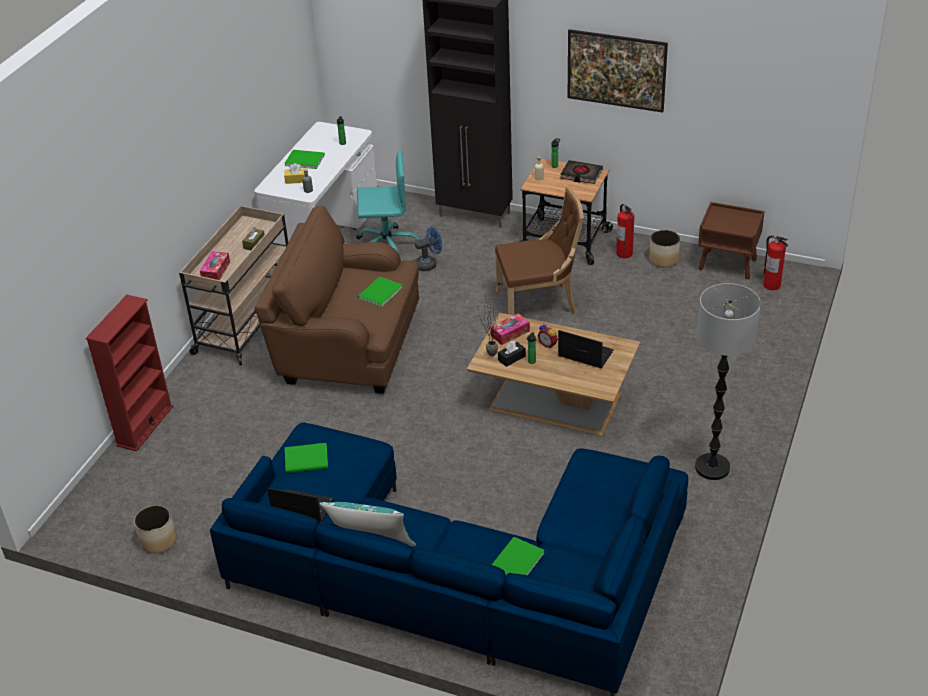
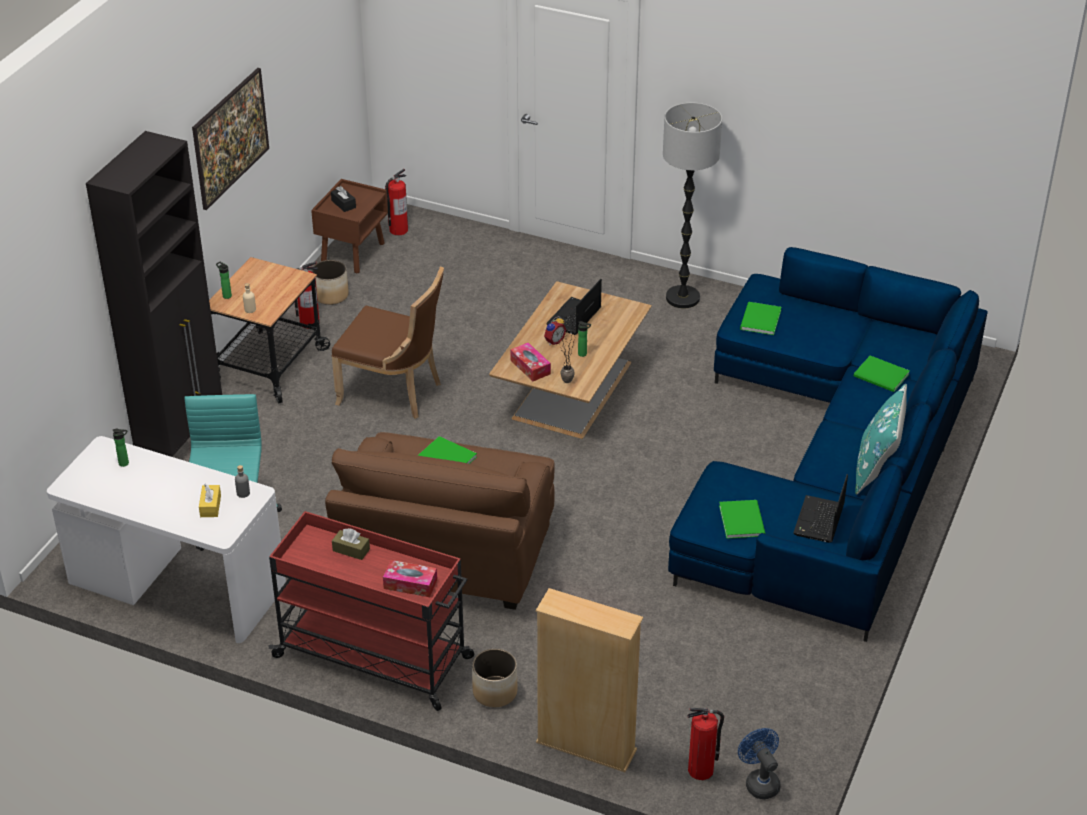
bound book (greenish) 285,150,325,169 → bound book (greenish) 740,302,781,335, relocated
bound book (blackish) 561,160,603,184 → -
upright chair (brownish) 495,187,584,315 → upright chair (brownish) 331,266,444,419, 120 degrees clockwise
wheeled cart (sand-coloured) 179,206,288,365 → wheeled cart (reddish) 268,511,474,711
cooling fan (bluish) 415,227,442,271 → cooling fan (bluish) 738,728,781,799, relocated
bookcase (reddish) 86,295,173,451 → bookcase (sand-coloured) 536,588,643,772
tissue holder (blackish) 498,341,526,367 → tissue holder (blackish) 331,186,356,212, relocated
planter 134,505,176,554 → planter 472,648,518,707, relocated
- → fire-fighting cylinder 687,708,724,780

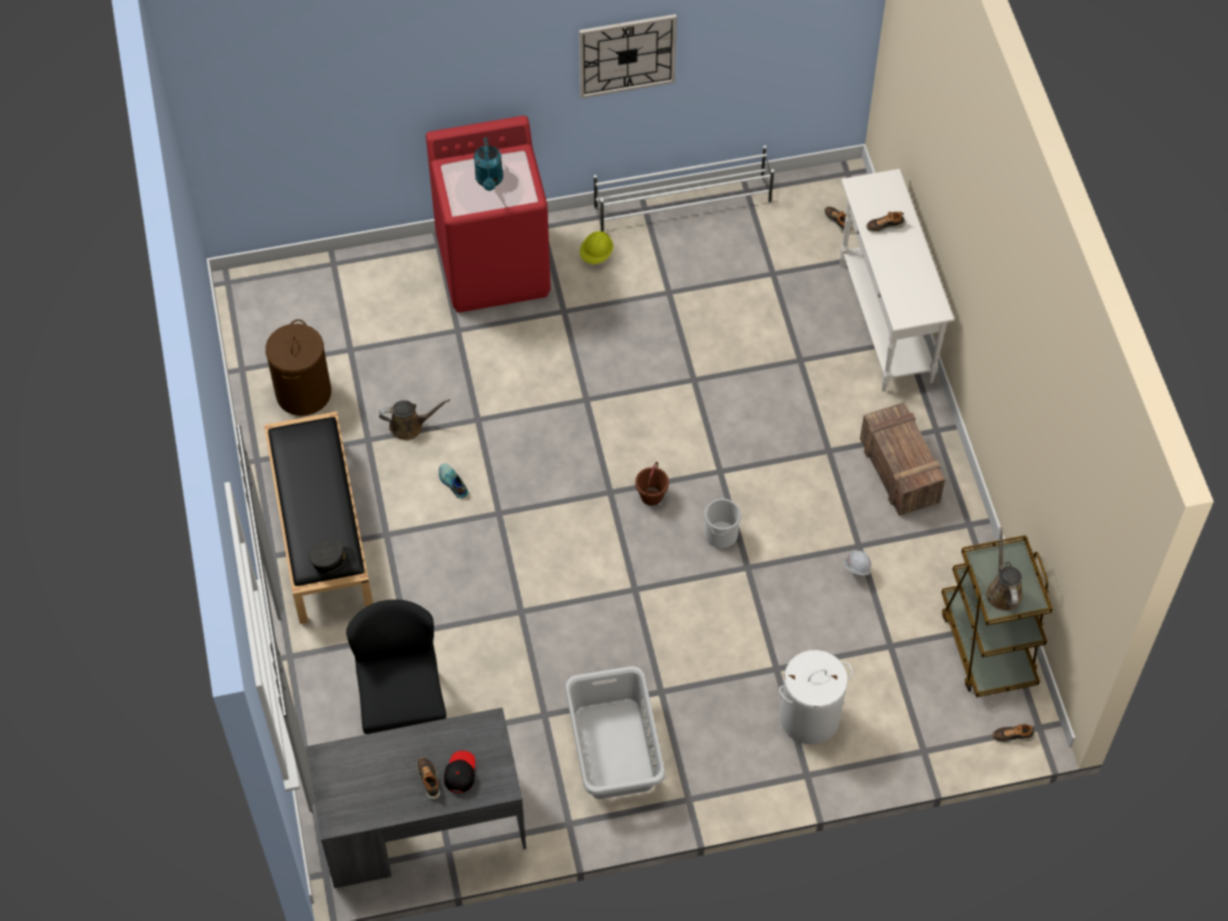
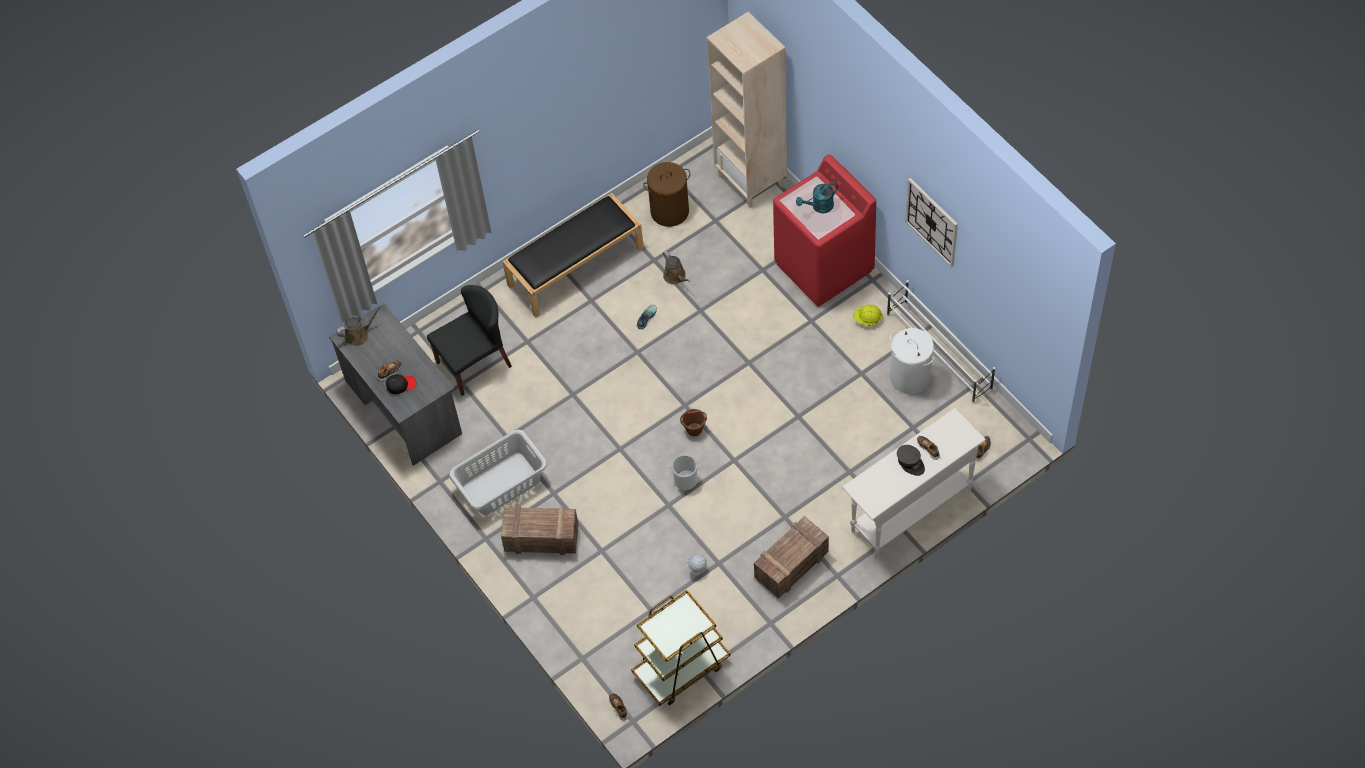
watering can (brownish) 986,527,1023,611 → watering can (brownish) 336,304,382,346, relocated
peaked cap (greyish) 308,539,356,573 → peaked cap (greyish) 897,445,925,476, relocated
hamper (white-coloured) 779,650,853,744 → hamper (white-coloured) 890,328,934,394, relocated
- → bookcase (sand-coloured) 707,12,787,208
- → packing crate 501,506,578,555

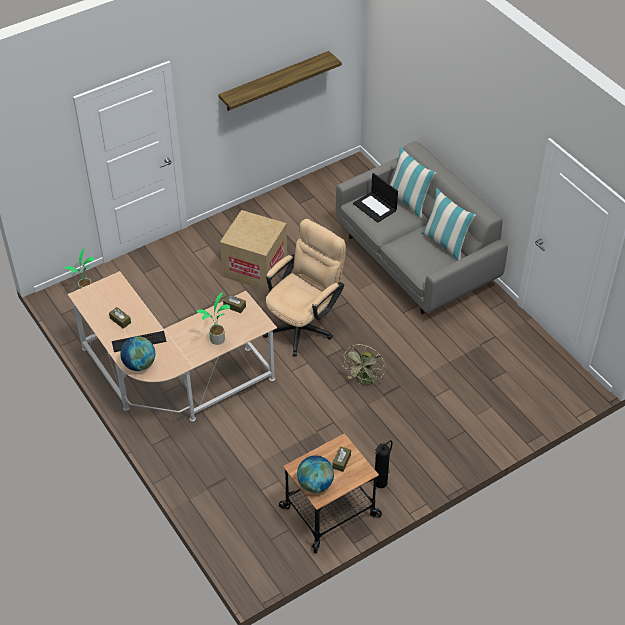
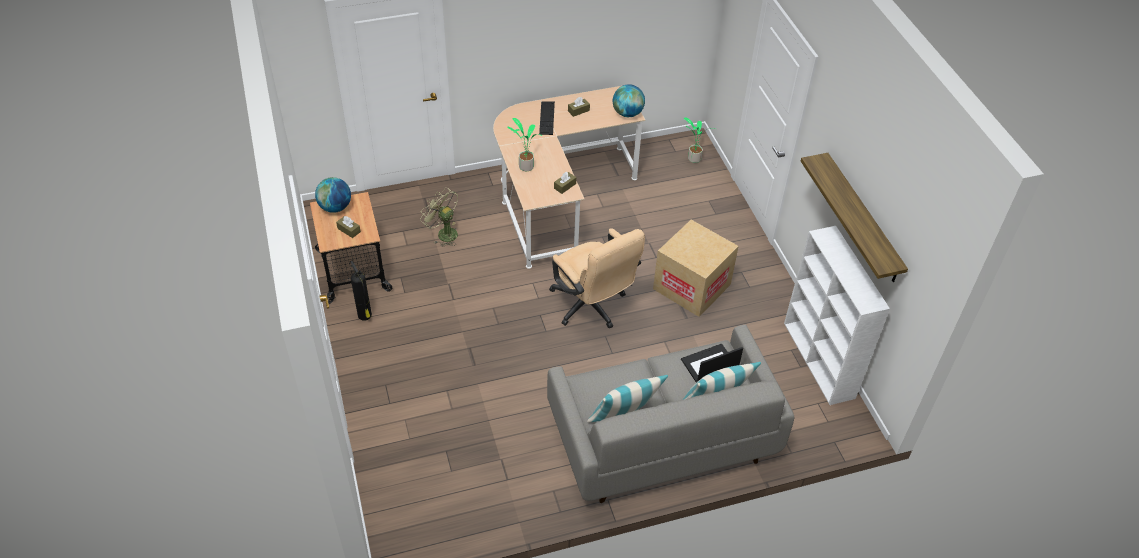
desk globe 120,336,155,371 → desk globe 613,84,645,117, relocated
cooling fan (greenish) 343,344,386,385 → cooling fan (greenish) 420,188,458,247, relocated
- → bookcase (white-coloured) 784,226,890,405

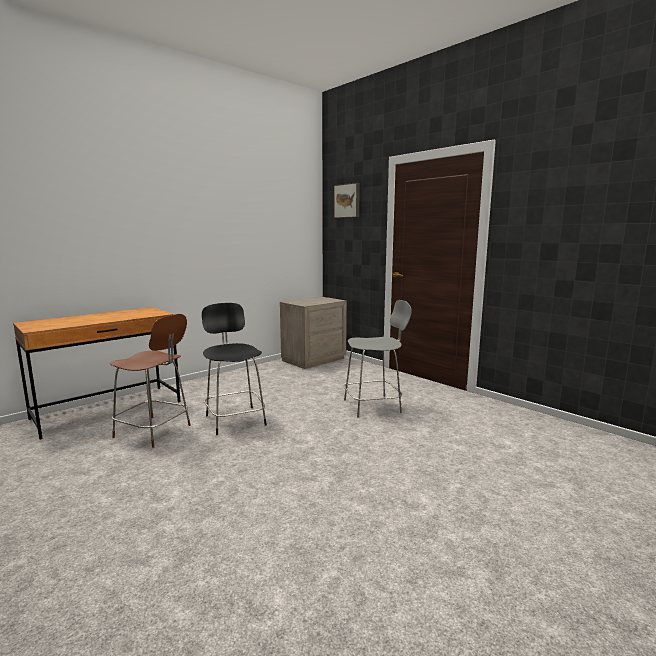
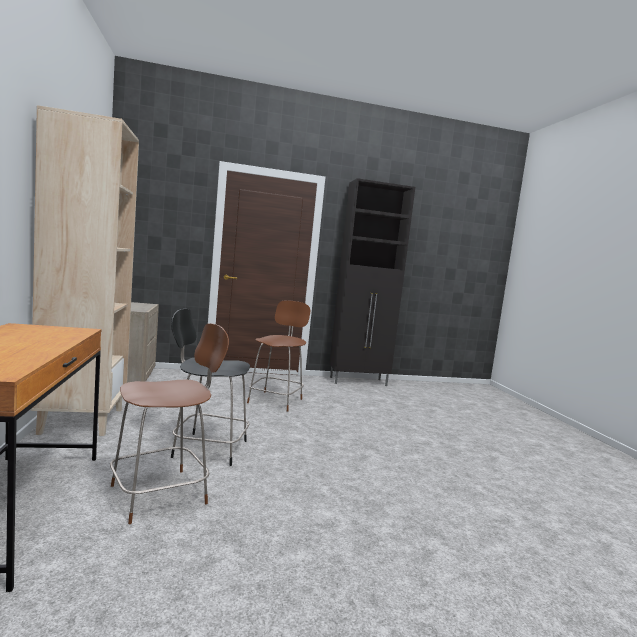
picture 334,183,360,218 → -
upright chair (greyish) 344,300,412,418 → upright chair (brownish) 247,300,310,411
- → bookcase (sand-coloured) 31,105,139,436
- → storage cabinet (blackish) 329,178,415,386

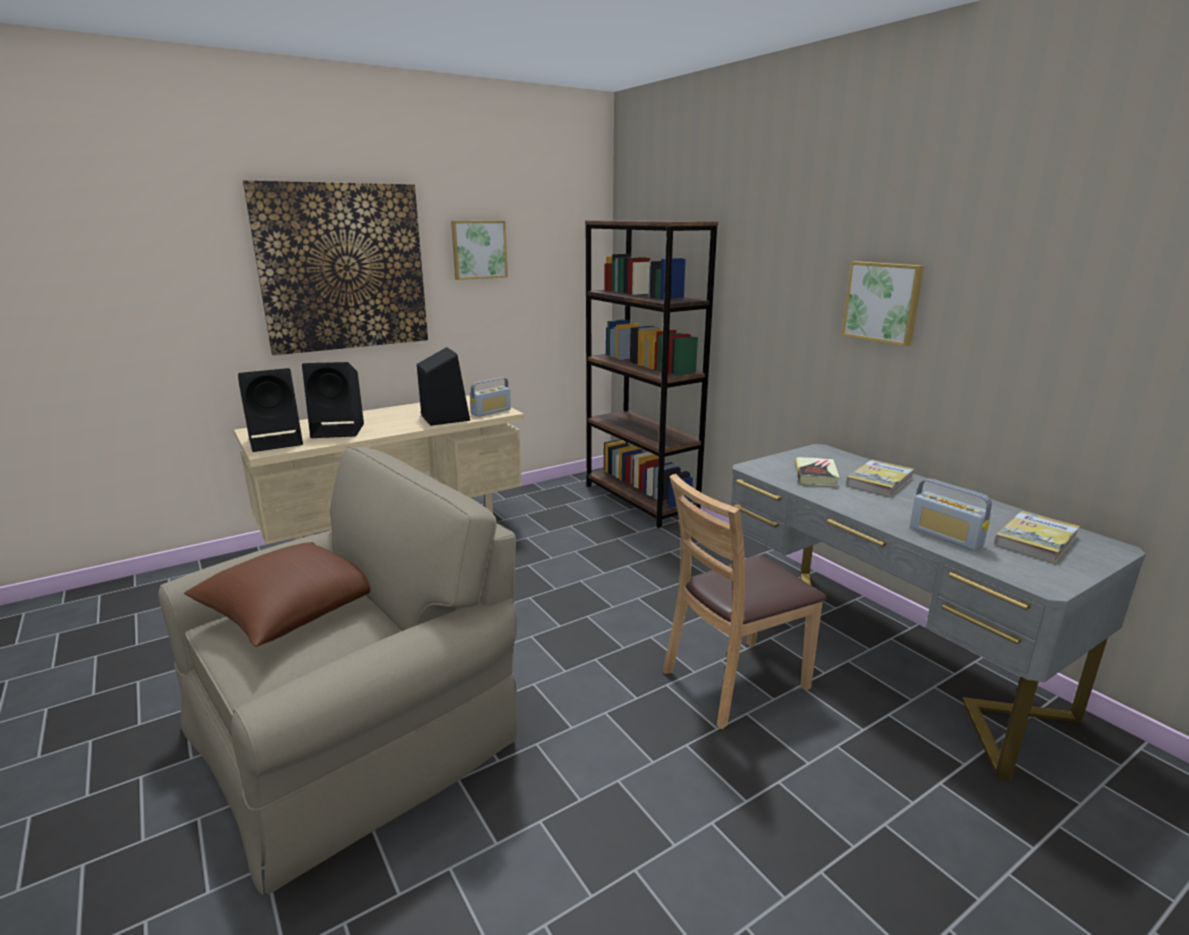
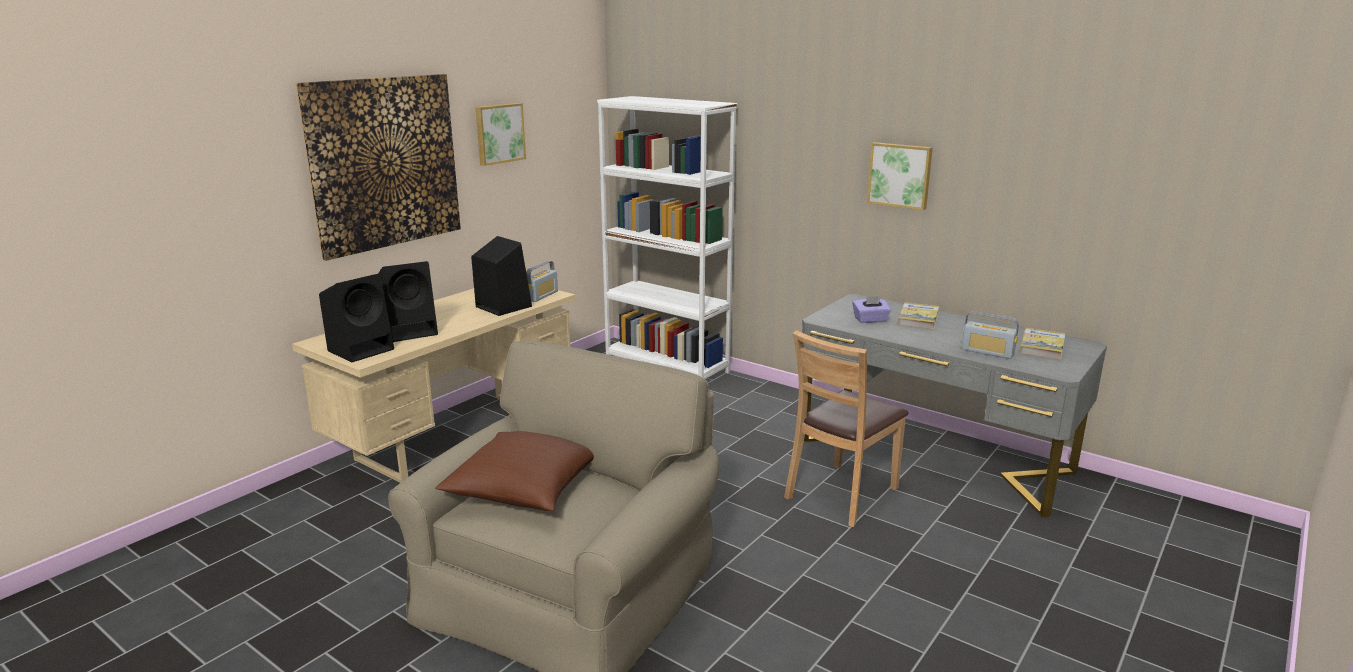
bookcase (brownish) 585,220,718,528 → bookcase (white-coloured) 597,96,737,379
bound book 795,457,840,486 → tissue holder (purplish) 853,296,891,323

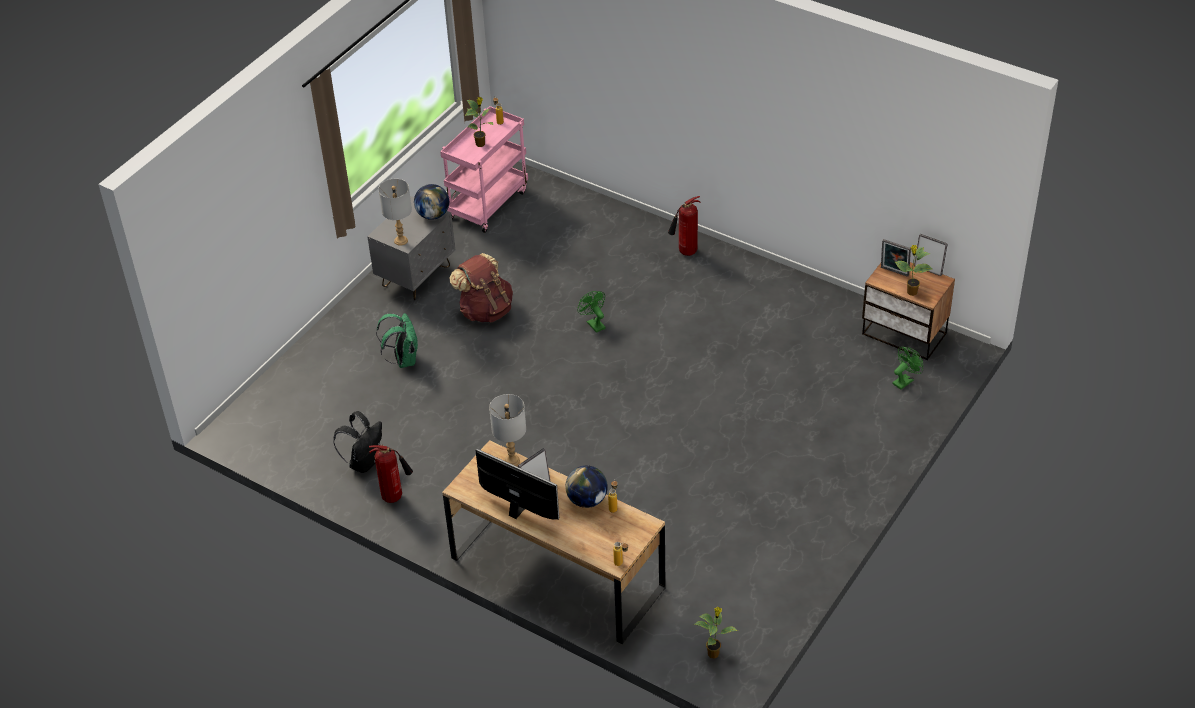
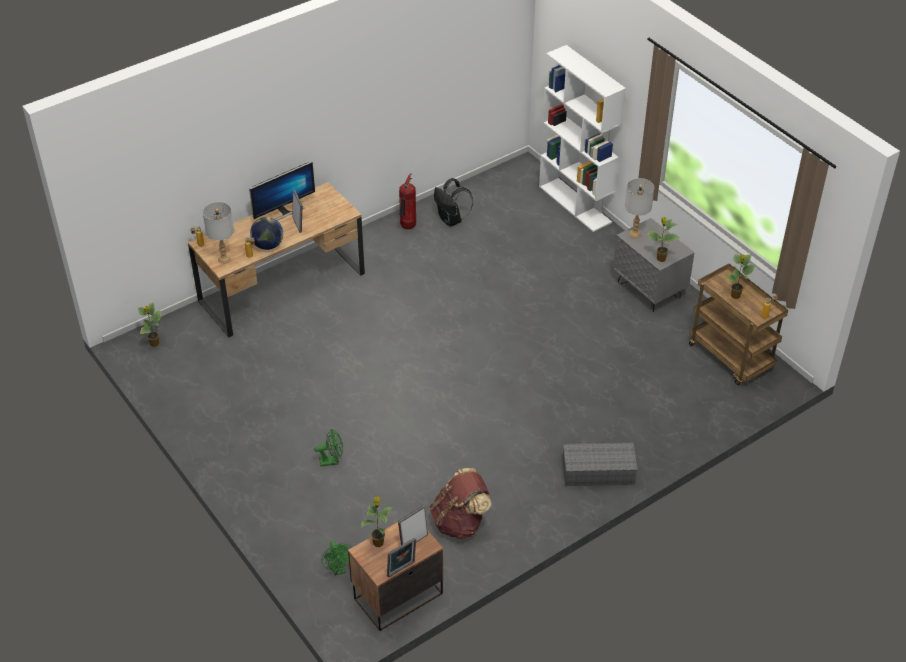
wheeled cart (pink-coloured) 440,106,528,233 → wheeled cart (brownish) 689,264,788,385
desk globe 414,184,449,220 → potted plant 646,217,680,262
fire-fighting cylinder 668,196,700,256 → storage container (greyish) 562,443,638,486
backpack (brownish) 450,253,513,322 → backpack (brownish) 429,468,491,539, relocated
cooling fan (greenish) 577,291,606,333 → cooling fan (greenish) 314,429,343,466, relocated
backpack (greenish) 376,313,418,368 → -
lamp for a table (greyish) 489,394,526,466 → lamp for a table (greyish) 203,202,234,264, relocated
- → bookcase (white-coloured) 539,45,626,232

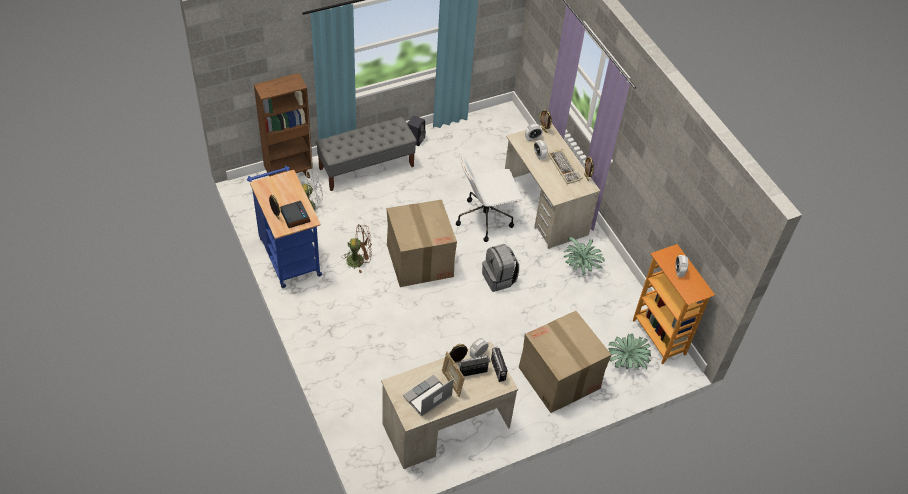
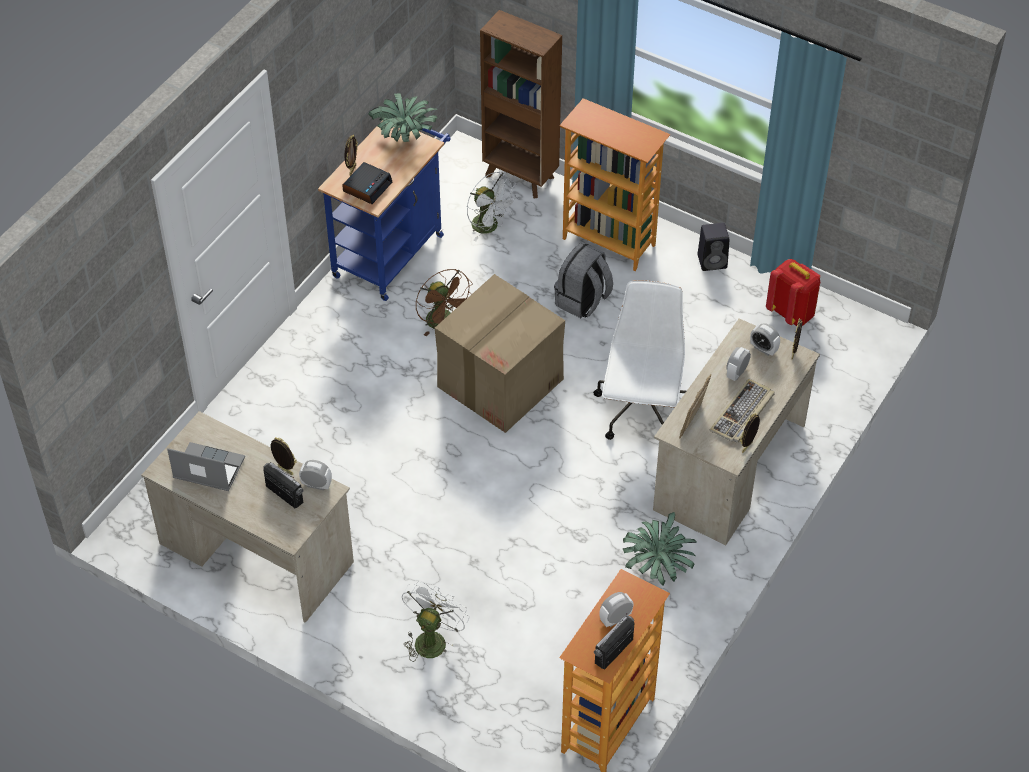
long seat (greyish) 316,117,417,191 → bookcase 560,98,671,271
desk chair (white-coloured) 456,155,523,242 → desk chair (white-coloured) 593,280,686,440, 60 degrees clockwise
backpack (greyish) 482,244,519,292 → backpack (greyish) 554,242,613,318, relocated
carton 519,311,611,413 → cooling fan (white-coloured) 402,581,469,662
potted plant 608,334,651,370 → potted plant 369,93,437,142, relocated
radio set 491,347,507,382 → radio set 594,613,634,669, relocated
standing frame 442,351,465,397 → standing frame 679,374,711,438, relocated
- → backpack (reddish) 766,259,820,326

